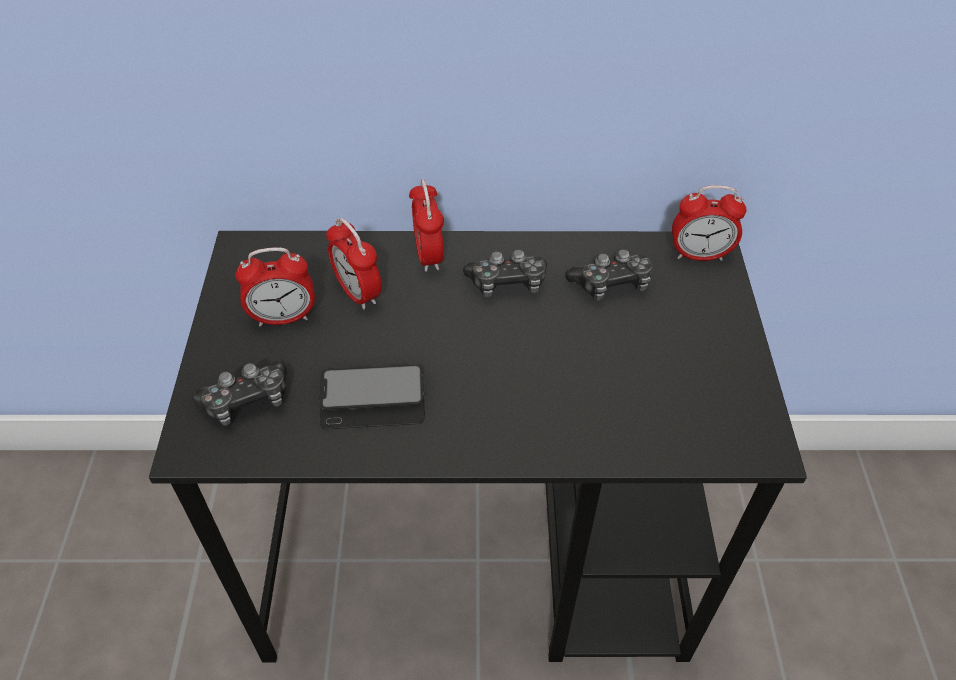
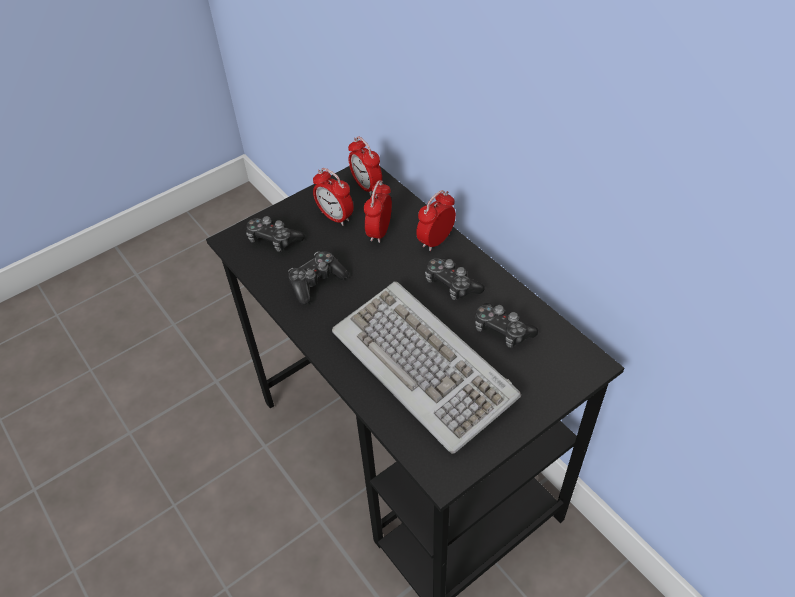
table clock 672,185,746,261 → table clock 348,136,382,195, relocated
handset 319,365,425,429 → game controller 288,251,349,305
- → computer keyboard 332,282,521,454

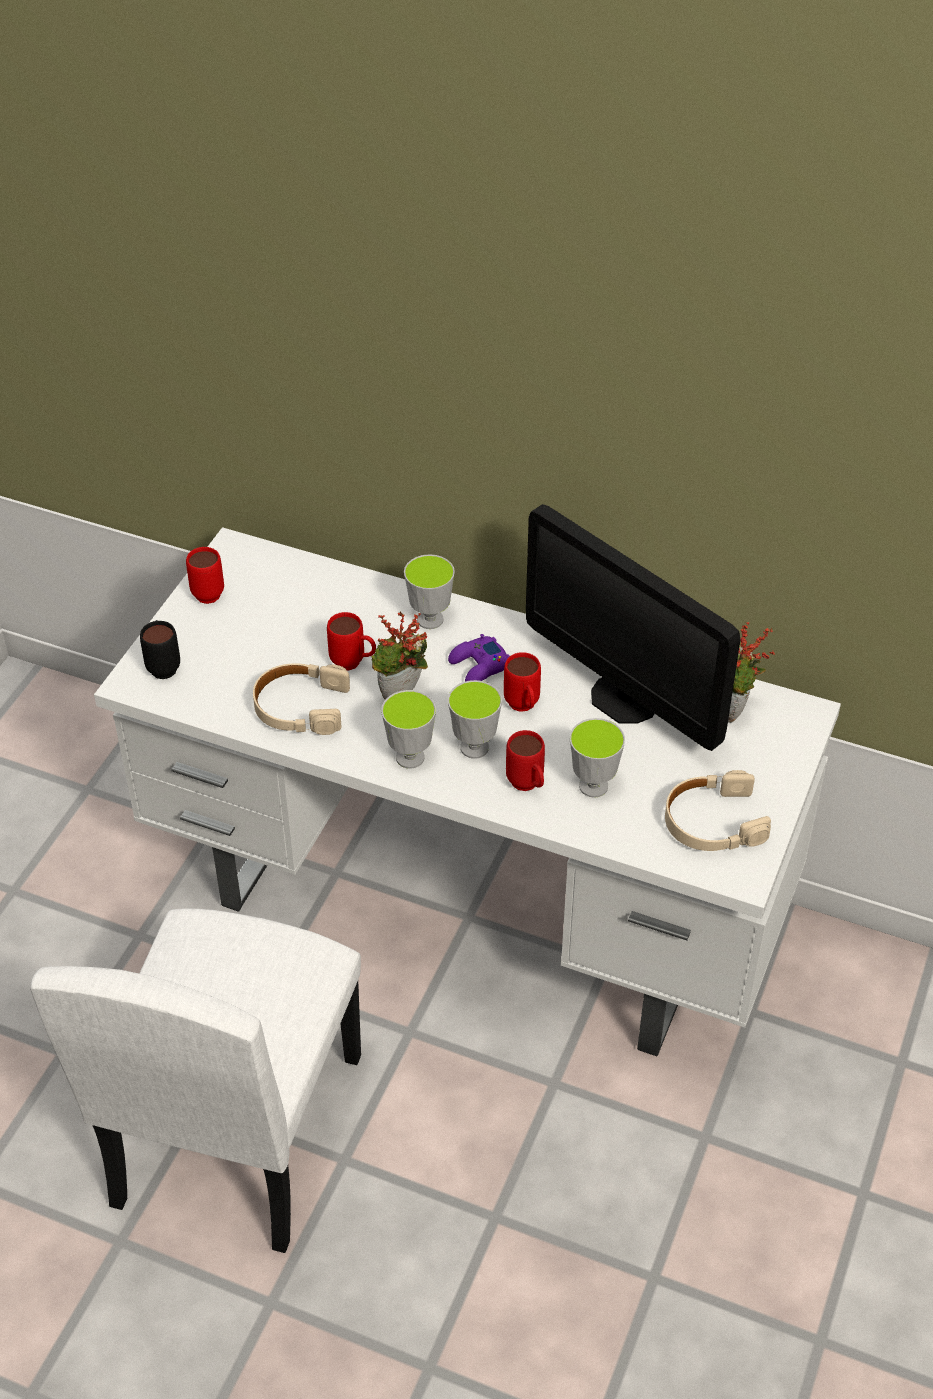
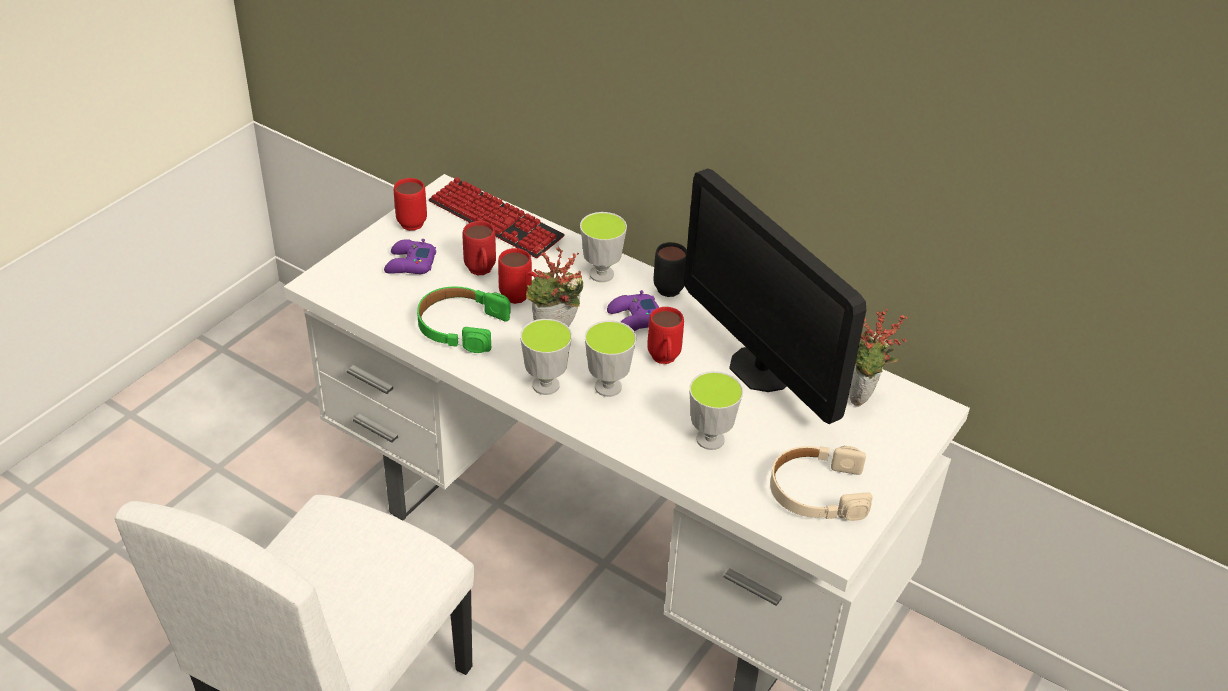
coffee mug (blackish) 140,620,180,679 → coffee mug (blackish) 653,242,687,297, relocated
pair of headphones (sand-coloured) 253,663,350,735 → pair of headphones (greenish) 417,286,511,353
coffee mug (reddish) 506,730,545,791 → coffee mug (reddish) 463,221,496,275, relocated
- → computer keyboard 429,177,565,258
- → game controller (purplish) 384,239,436,274

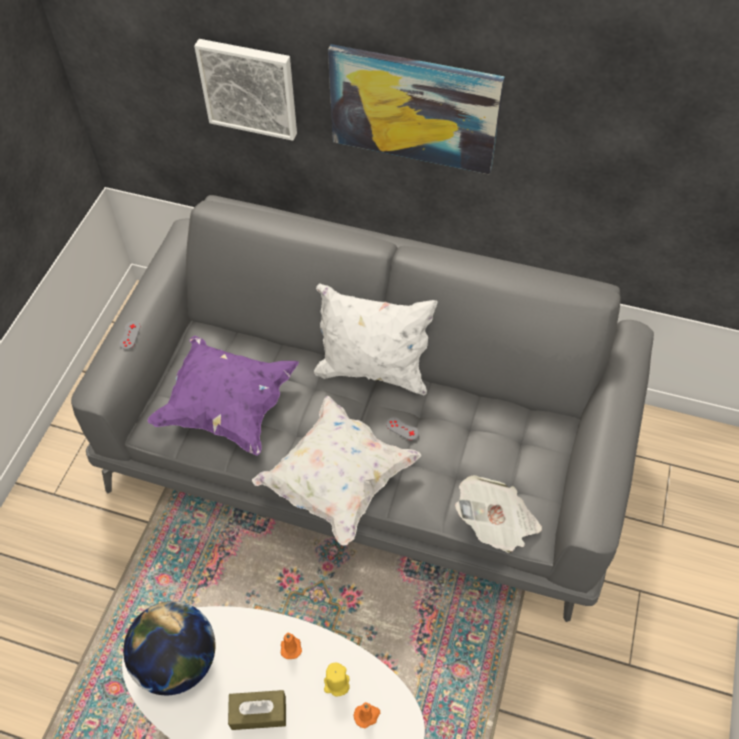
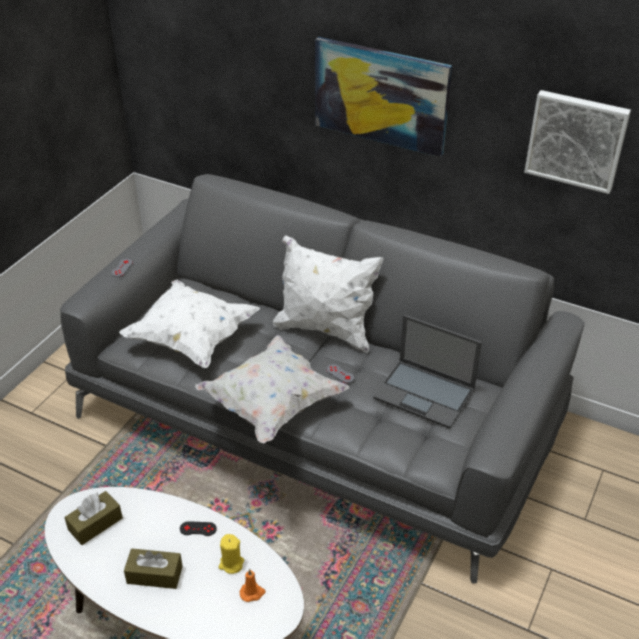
picture 194,39,297,141 → picture 524,90,631,194, relocated
pillow (purplish) 147,336,299,456 → pillow (white-coloured) 119,280,260,368
daily paper 455,475,542,553 → -
desk globe 123,601,216,695 → tissue holder (brownish) 64,491,123,545
candle (orange) 281,632,302,659 → game controller (blackish) 180,521,217,536
- → laptop 373,315,482,429

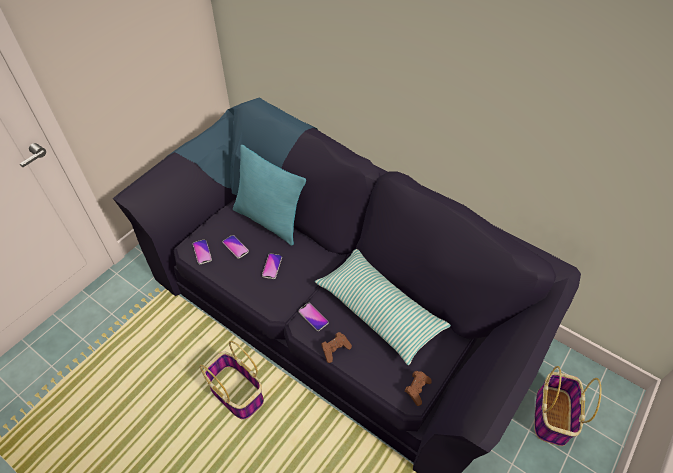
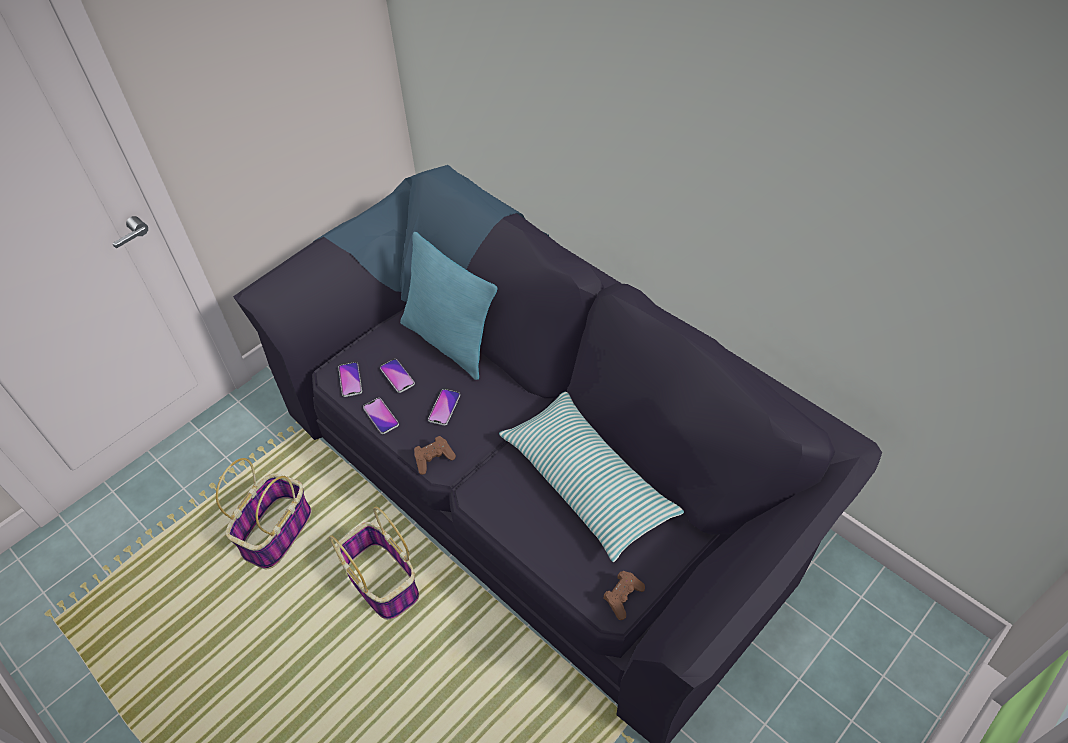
handset 298,303,329,331 → handset 363,398,399,434, relocated
game controller (brownish) 321,332,352,363 → game controller (brownish) 414,436,456,475, relocated
household basket 534,366,602,446 → household basket 216,458,312,569, relocated

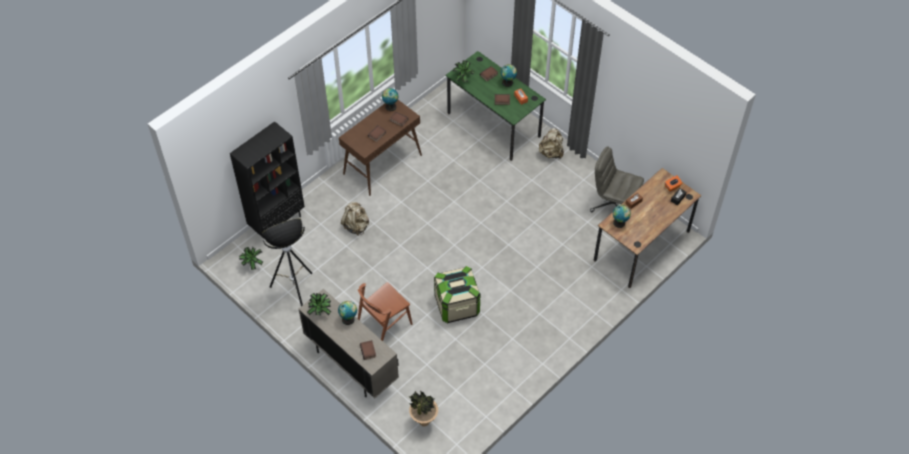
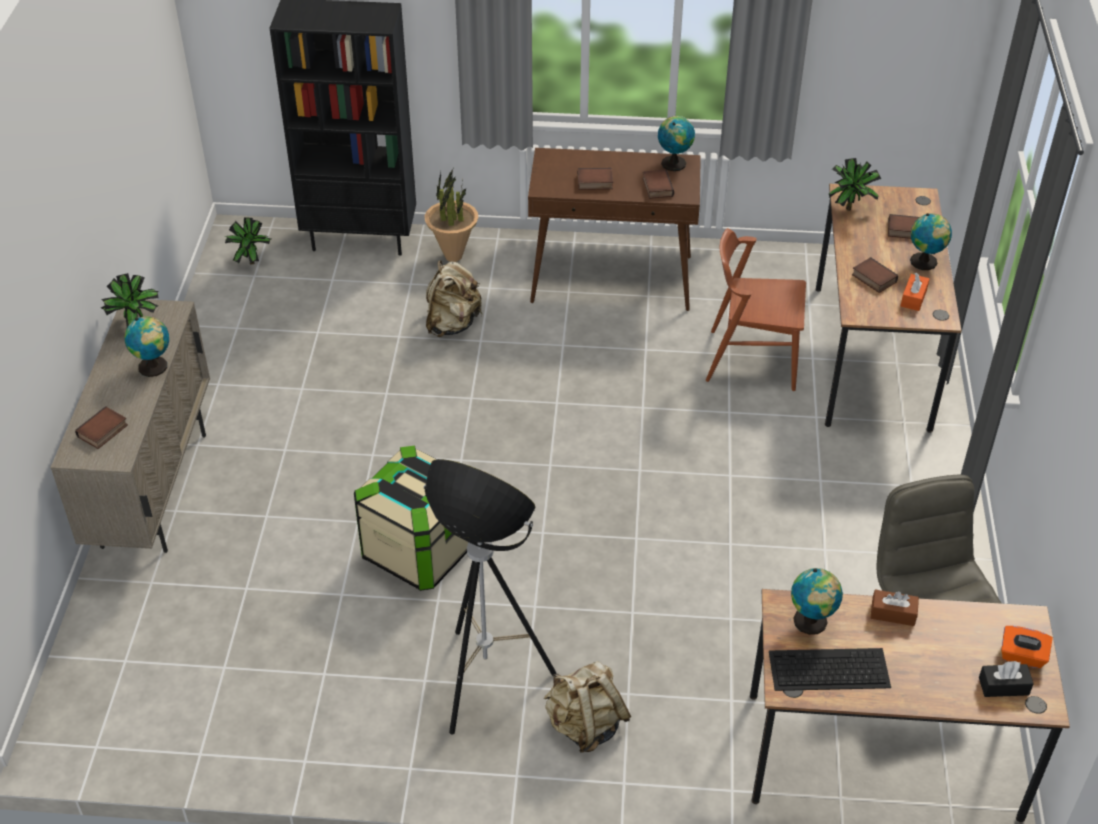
desk (greenish) 446,51,546,161 → desk (brownish) 815,184,961,433
backpack (sand-coloured) 539,128,564,159 → backpack (sand-coloured) 544,661,631,753, relocated
standing lamp 262,218,312,306 → standing lamp 424,459,557,735, relocated
upright chair (brownish) 358,282,413,341 → upright chair (brownish) 706,228,806,391, relocated
potted plant 409,391,438,427 → potted plant 425,169,478,262, relocated
- → computer keyboard 769,648,891,691

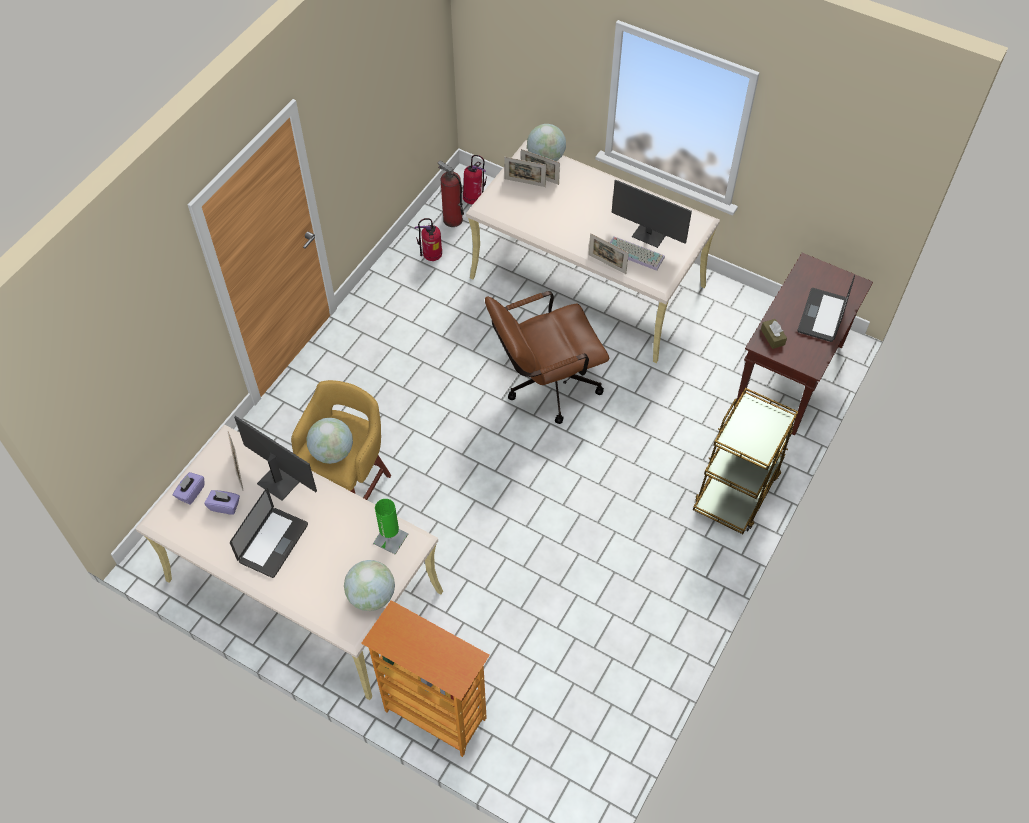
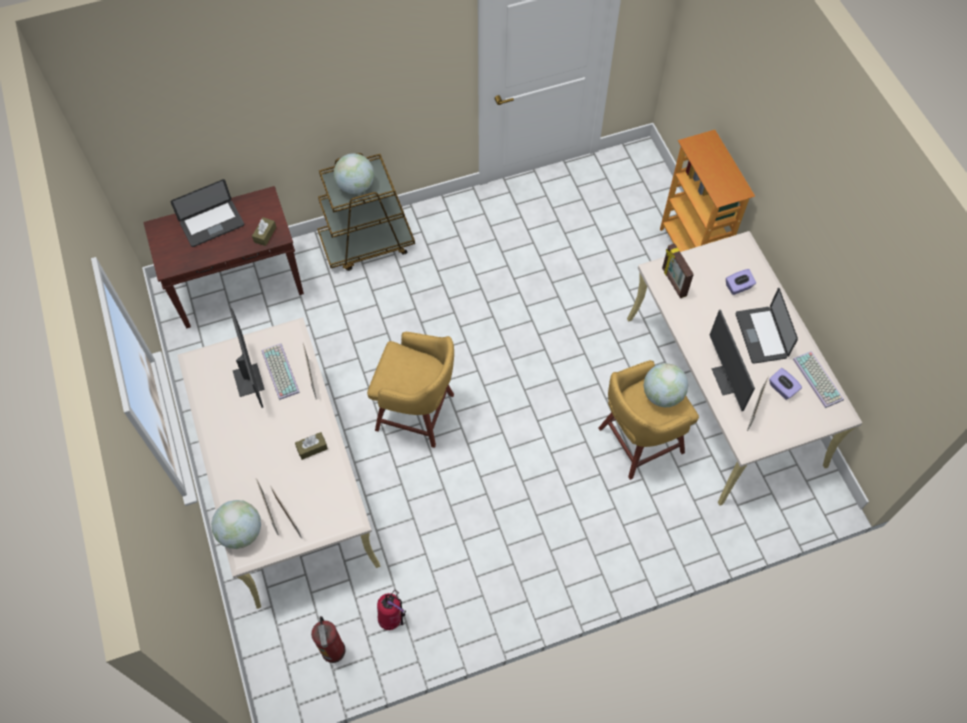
fire-fighting cylinder 463,155,487,204 → -
desk chair (brownish) 485,291,609,424 → stool (yellowish) 367,332,454,448
tissue holder (purplish) 173,472,204,505 → tissue holder (purplish) 726,269,756,295, relocated
laptop 230,488,308,578 → laptop 736,288,798,364, 75 degrees counterclockwise
lamp for a table (greenish) 373,499,408,555 → standing frame 662,243,694,298
desk globe 344,560,395,611 → desk globe 334,153,374,194, relocated
- → computer keyboard 793,351,844,408
- → tissue holder (brownish) 295,432,328,460

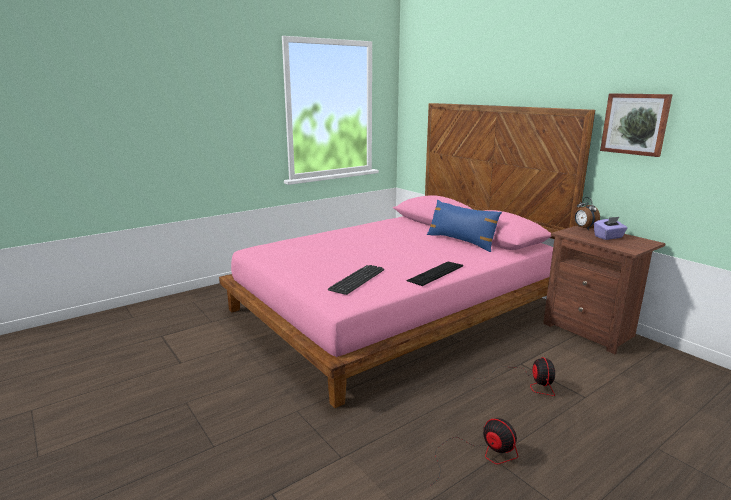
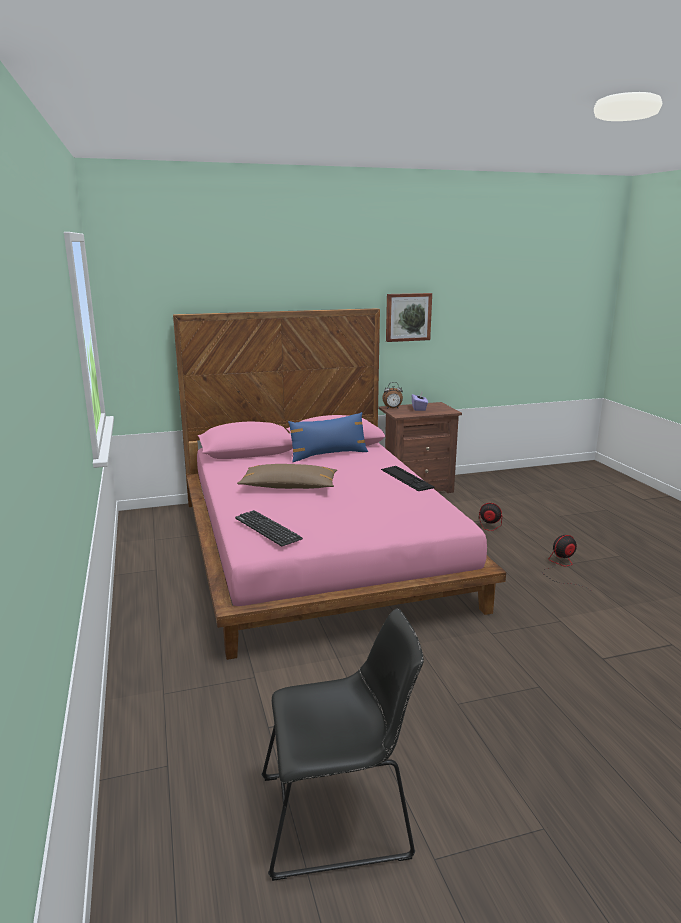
computer keyboard 328,265,384,295 → computer keyboard 235,510,303,546, relocated
- → pillow (brownish) 237,464,337,489
- → upright chair (blackish) 261,608,424,881

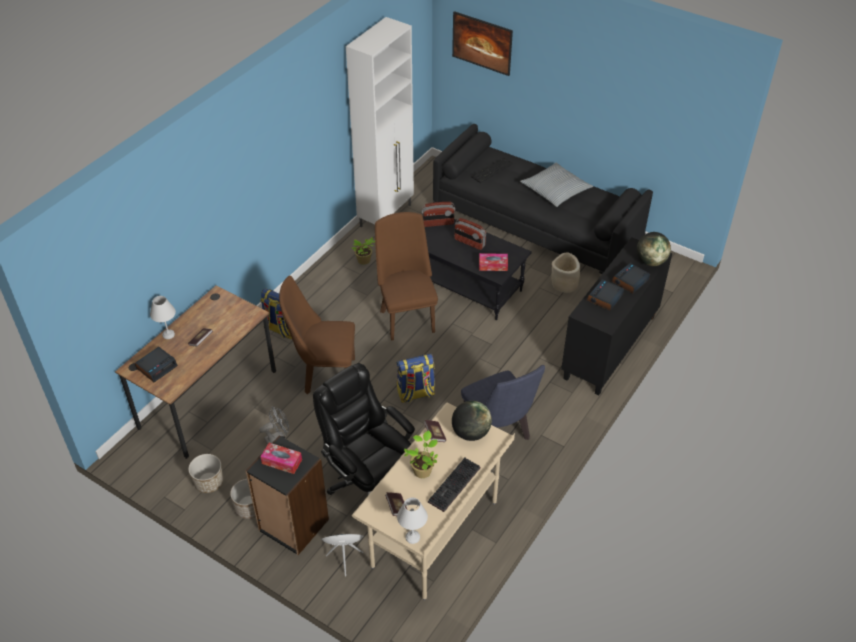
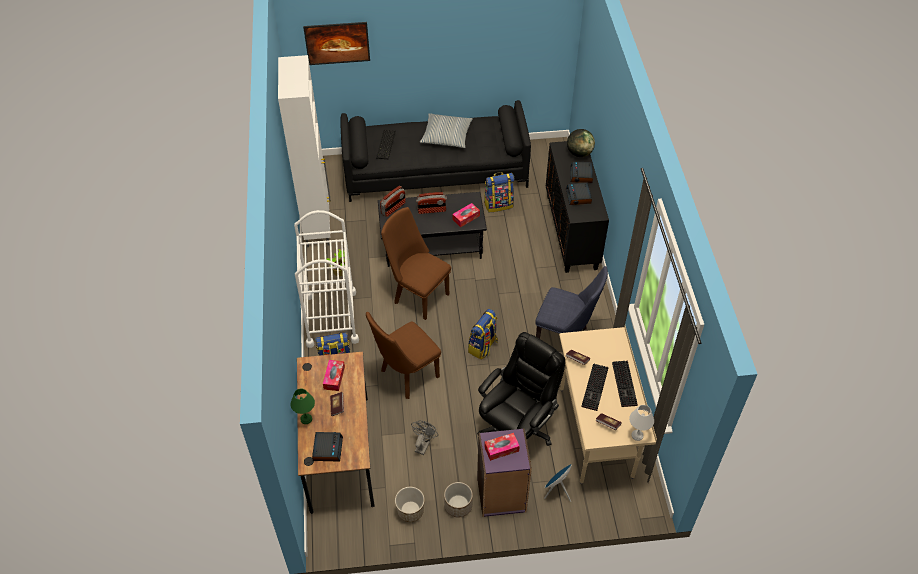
planter (sand-coloured) 552,253,580,293 → backpack 484,172,515,212
lamp for a table (white-coloured) 150,296,176,339 → lamp for a table (greenish) 291,389,315,424
desk chair (blackish) 313,363,415,495 → desk chair (blackish) 477,332,565,446, 120 degrees clockwise
desk globe 452,401,492,441 → -
potted plant 404,430,438,478 → computer keyboard 581,364,608,411
bookcase (blackish) 245,435,329,555 → bookcase (purplish) 477,428,532,517
- → wheeled cart (white-coloured) 294,210,359,348
- → tissue holder 323,360,345,391

